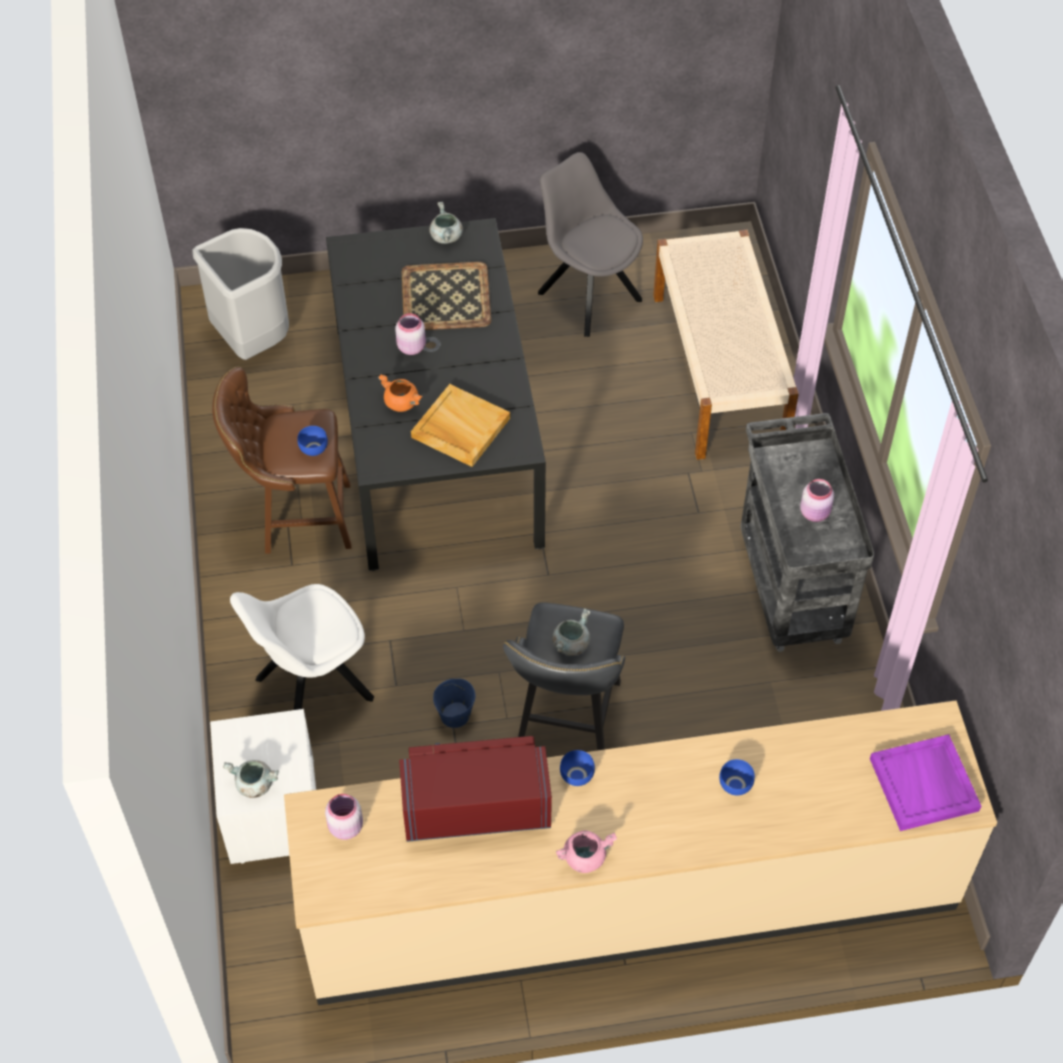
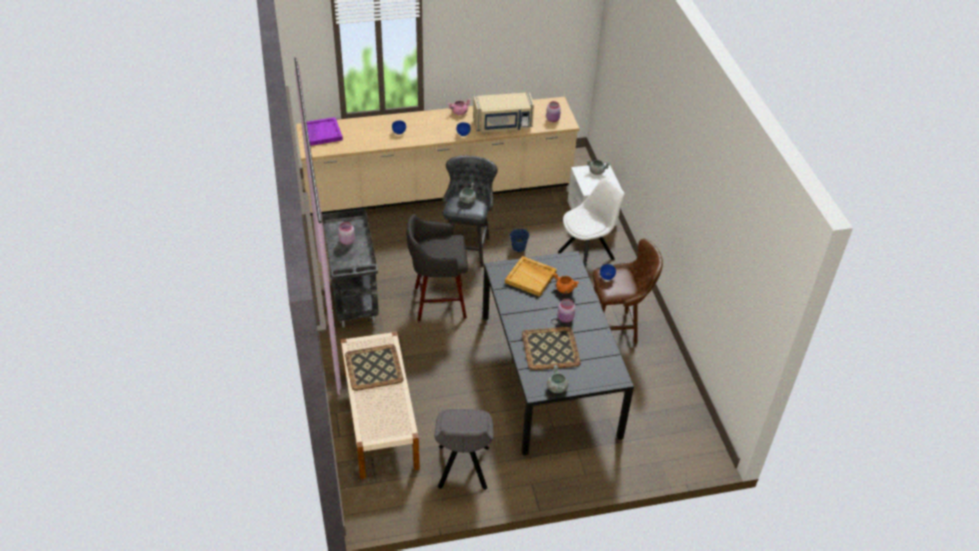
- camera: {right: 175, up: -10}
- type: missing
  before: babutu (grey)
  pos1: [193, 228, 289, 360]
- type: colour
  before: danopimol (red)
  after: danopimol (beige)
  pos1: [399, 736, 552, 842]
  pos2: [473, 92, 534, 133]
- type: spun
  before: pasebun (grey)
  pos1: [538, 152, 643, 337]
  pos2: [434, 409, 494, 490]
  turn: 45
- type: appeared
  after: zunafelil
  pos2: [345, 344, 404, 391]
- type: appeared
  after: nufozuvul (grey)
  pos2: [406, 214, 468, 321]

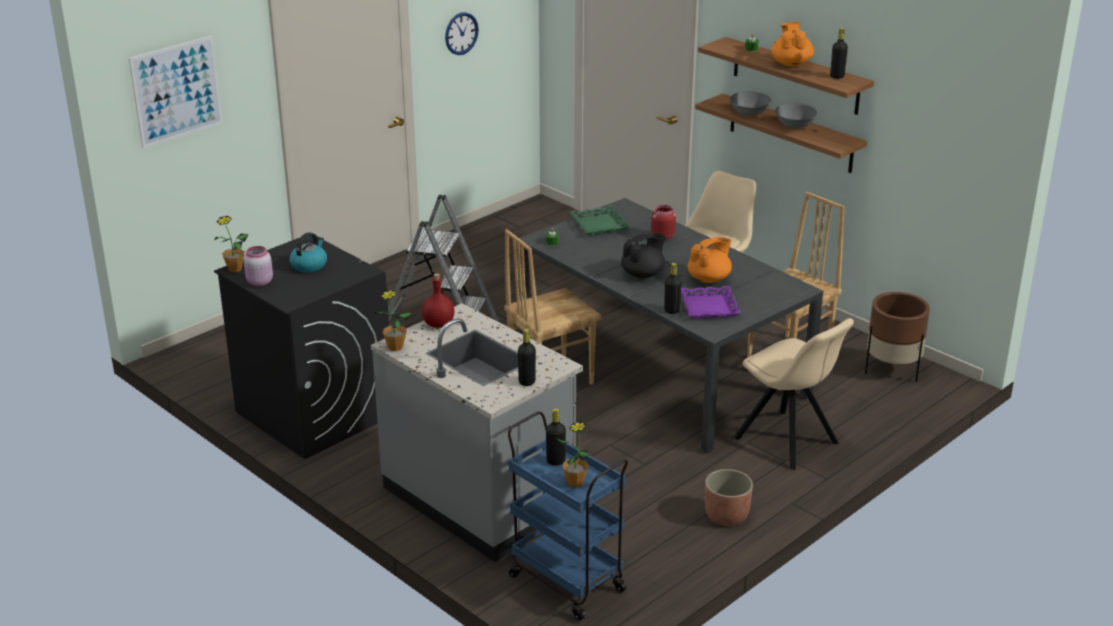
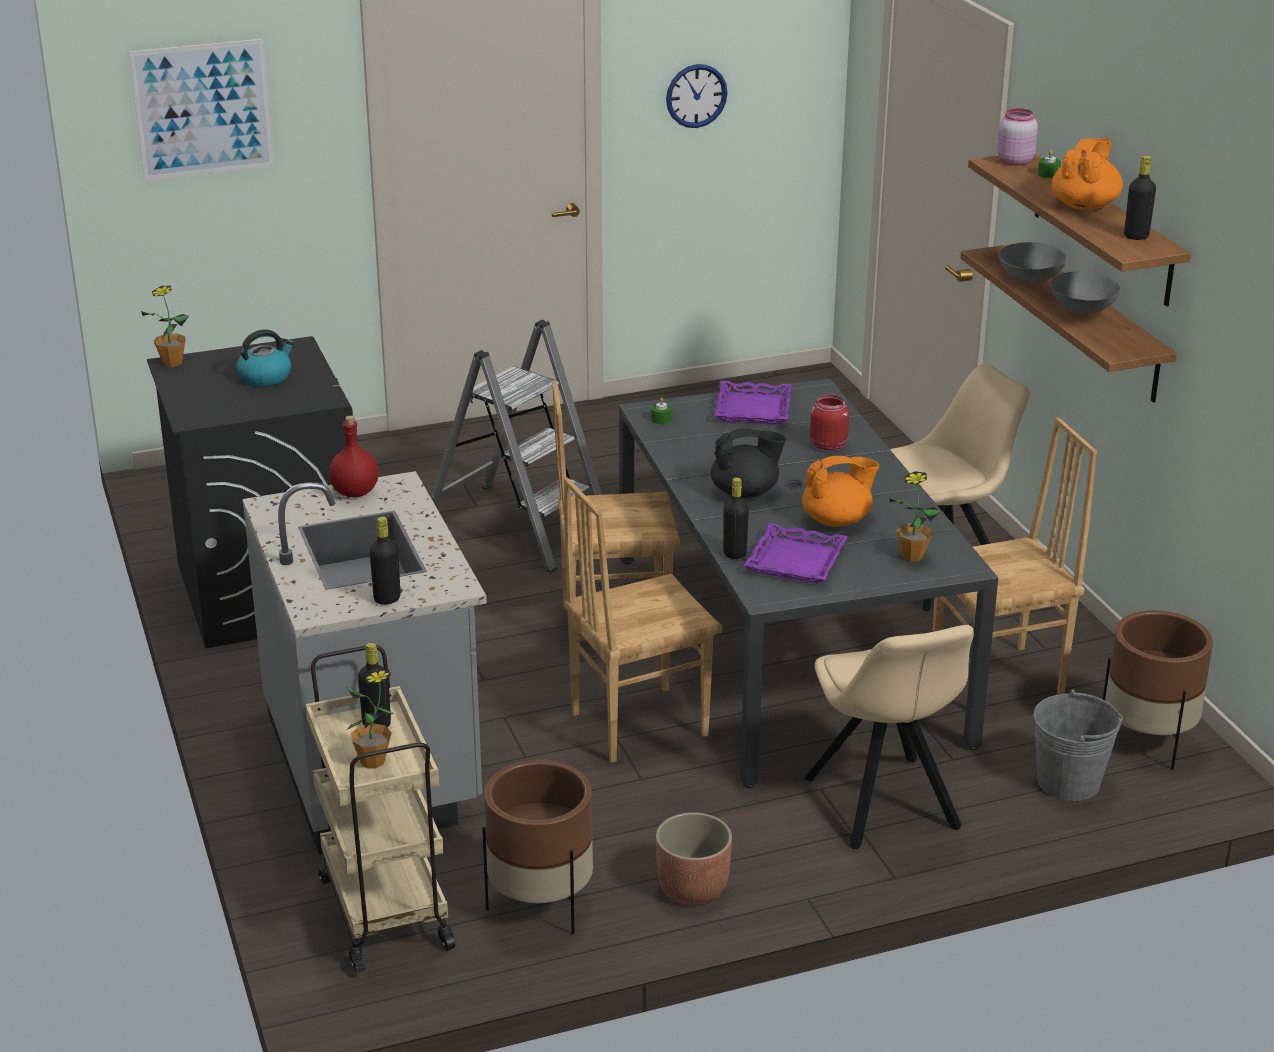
- camera: {right: 25, up: 0}
- type: relocated
  before: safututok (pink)
  pos1: [244, 246, 273, 286]
  pos2: [997, 108, 1038, 166]
- type: relocated
  before: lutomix
  pos1: [375, 290, 412, 351]
  pos2: [890, 471, 941, 561]
- type: colour
  before: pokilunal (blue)
  after: pokilunal (beige)
  pos1: [508, 412, 628, 621]
  pos2: [306, 645, 455, 973]
- type: colour
  before: zunafelil (green)
  after: zunafelil (purple)
  pos1: [570, 205, 630, 236]
  pos2: [714, 381, 792, 424]
- type: appeared
  after: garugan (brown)
  pos2: [482, 760, 593, 934]
- type: appeared
  after: pasebun (brown)
  pos2: [564, 477, 722, 763]
- type: appeared
  after: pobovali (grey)
  pos2: [1034, 689, 1123, 801]

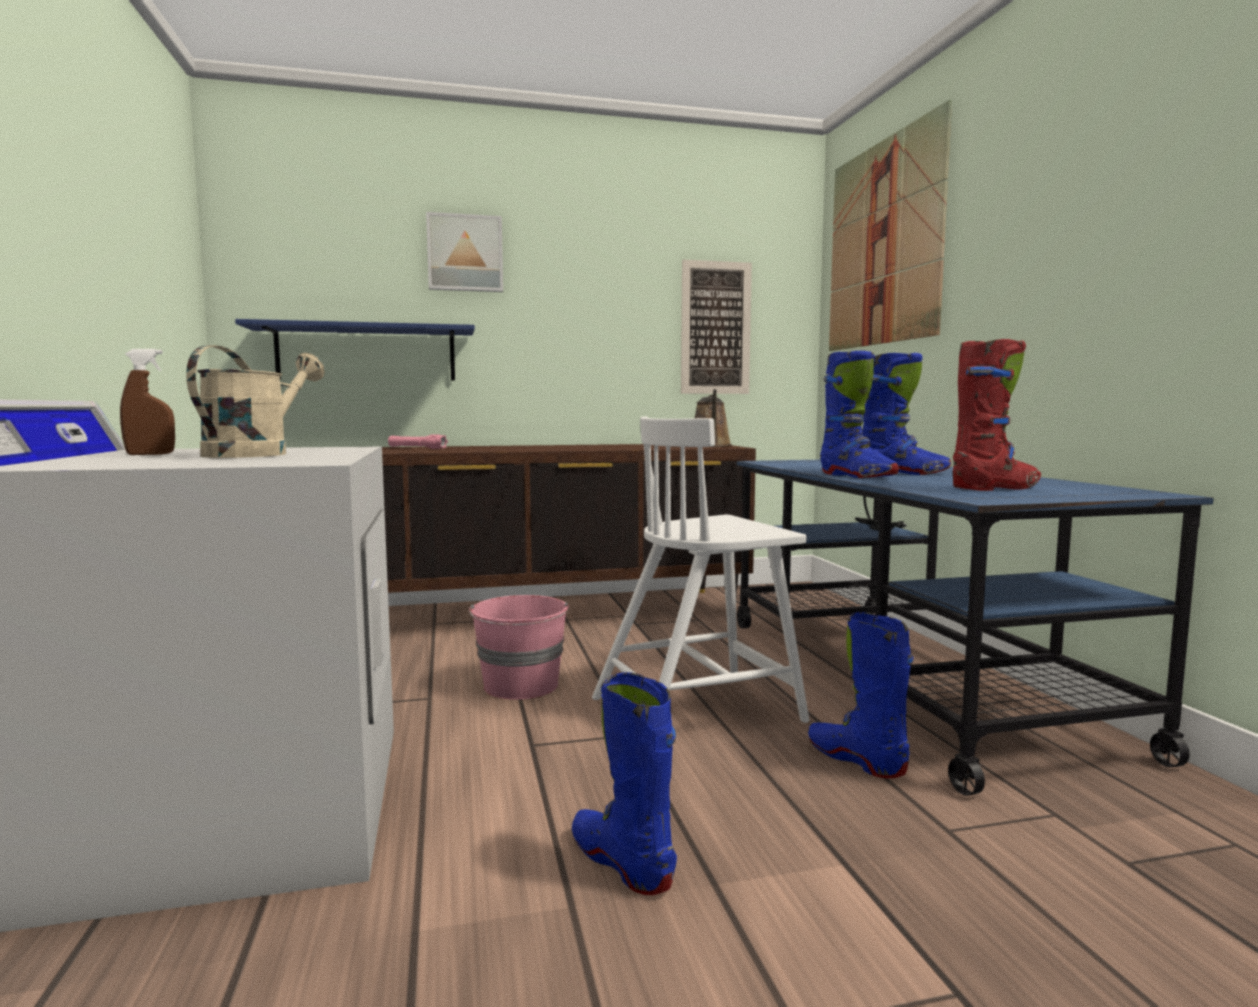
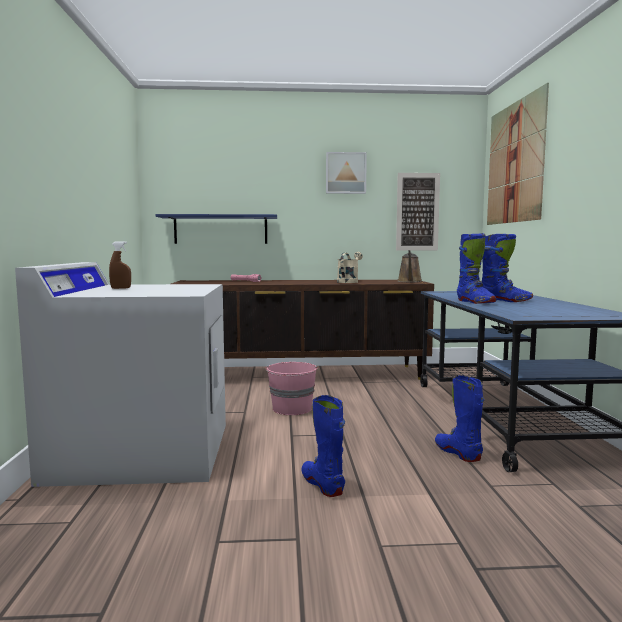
- camera: {right: 10, up: 0}
- type: relocated
  before: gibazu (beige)
  pos1: [186, 345, 325, 458]
  pos2: [337, 252, 363, 283]
- type: relocated
  before: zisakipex
  pos1: [426, 212, 503, 292]
  pos2: [326, 152, 367, 194]
- type: missing
  before: pasebun (white)
  pos1: [592, 416, 809, 723]
- type: missing
  before: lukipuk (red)
  pos1: [953, 339, 1041, 491]

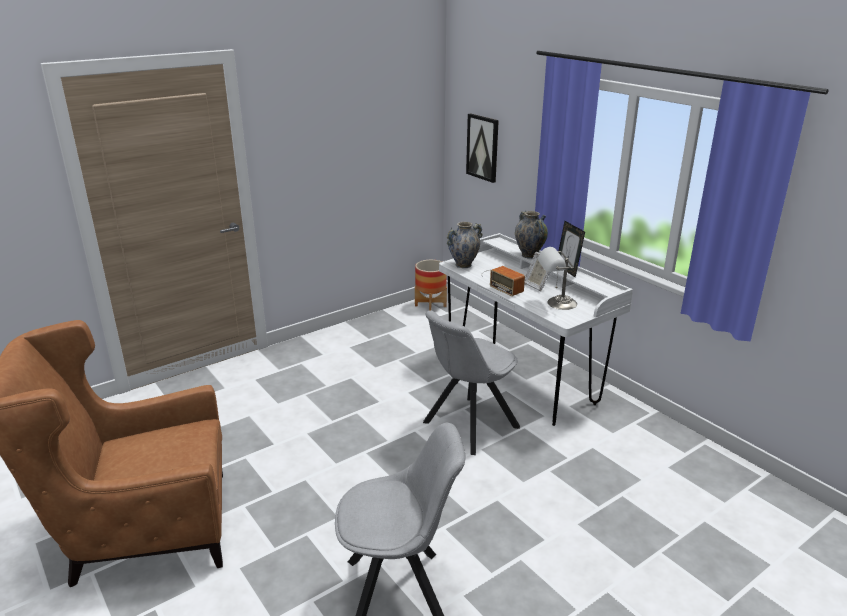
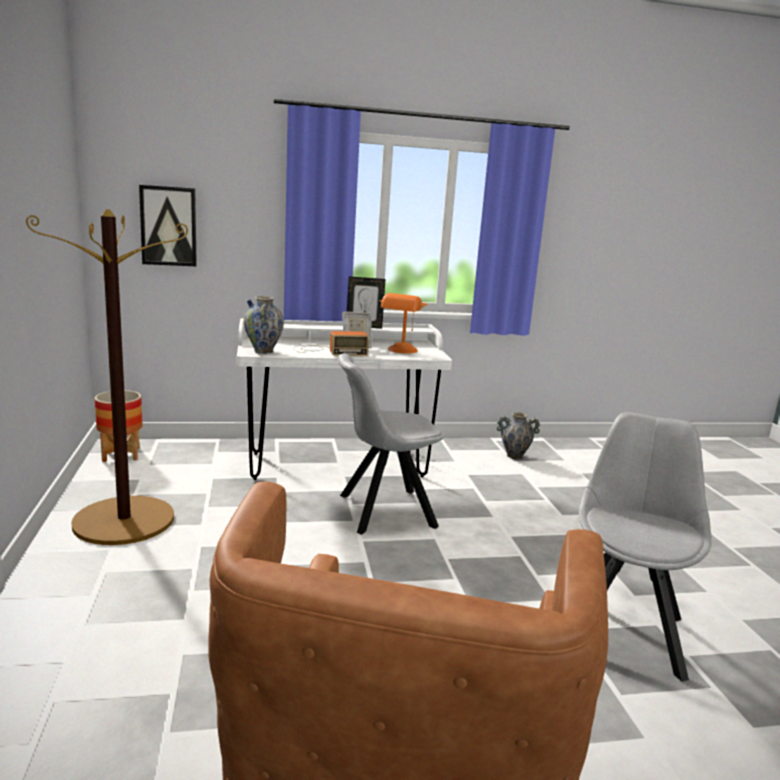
- camera: {right: -65, up: -10}
- type: spun
  before: pasebun (grey)
  pos1: [423, 310, 520, 455]
  pos2: [338, 353, 444, 535]
  turn: 90
- type: relocated
  before: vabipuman
  pos1: [515, 211, 548, 259]
  pos2: [497, 412, 540, 460]
- type: colour
  before: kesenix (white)
  after: kesenix (orange)
  pos1: [538, 247, 577, 310]
  pos2: [380, 293, 427, 354]
- type: appeared
  after: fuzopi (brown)
  pos2: [26, 209, 188, 545]

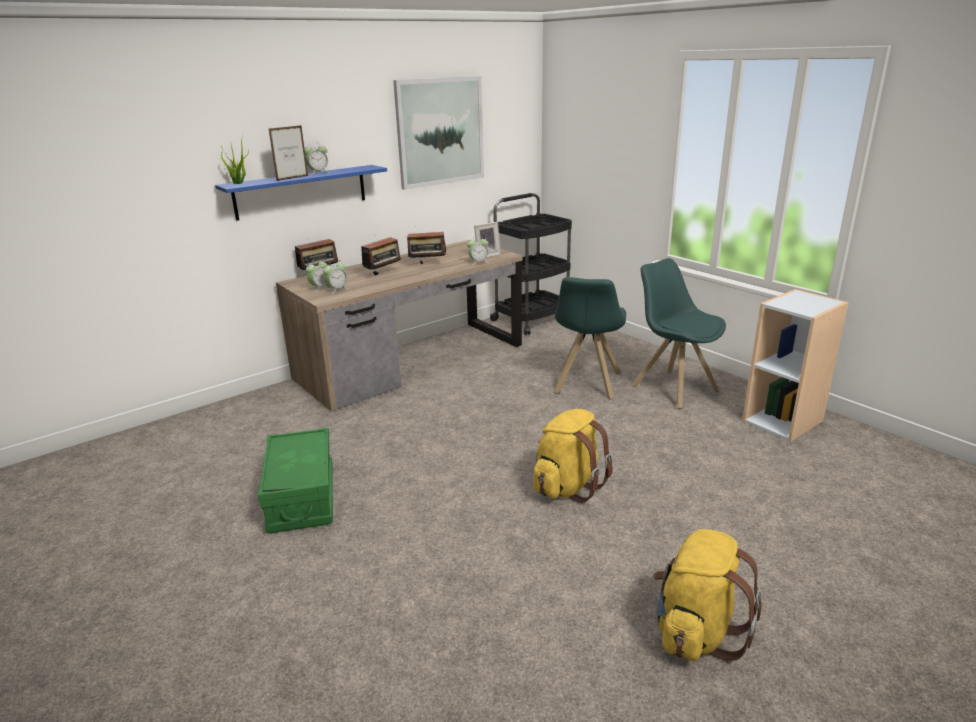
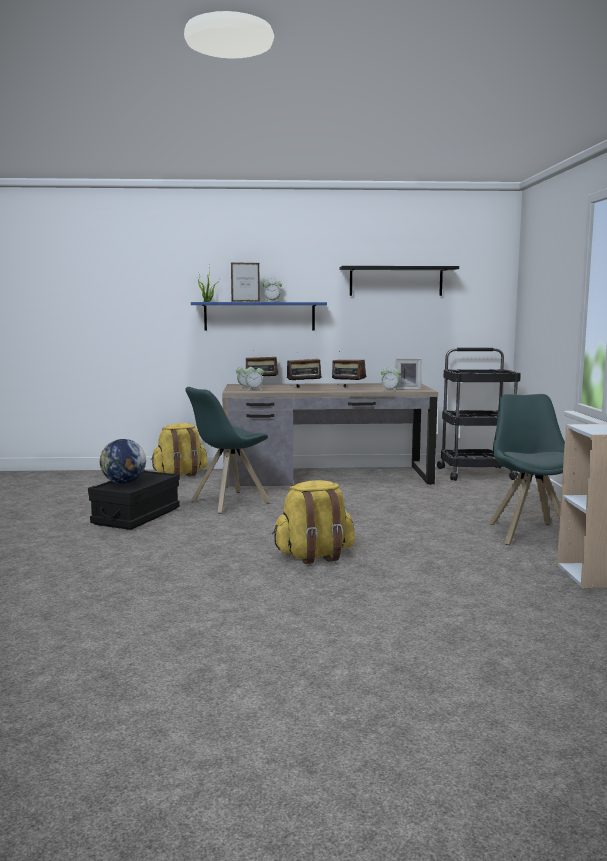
- camera: {right: 35, up: -15}
- type: colour
  before: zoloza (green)
  after: zoloza (black)
  pos1: [258, 428, 333, 533]
  pos2: [88, 470, 180, 530]
- type: exchanged
  before: zisakipex
  after: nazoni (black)
  pos1: [393, 76, 484, 190]
  pos2: [340, 266, 459, 296]
- type: relocated
  before: pasebun (turquoise)
  pos1: [554, 277, 626, 399]
  pos2: [185, 387, 271, 513]
- type: relocated
  before: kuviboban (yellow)
  pos1: [654, 529, 762, 661]
  pos2: [151, 423, 208, 476]
- type: appeared
  after: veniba
  pos2: [100, 439, 146, 484]

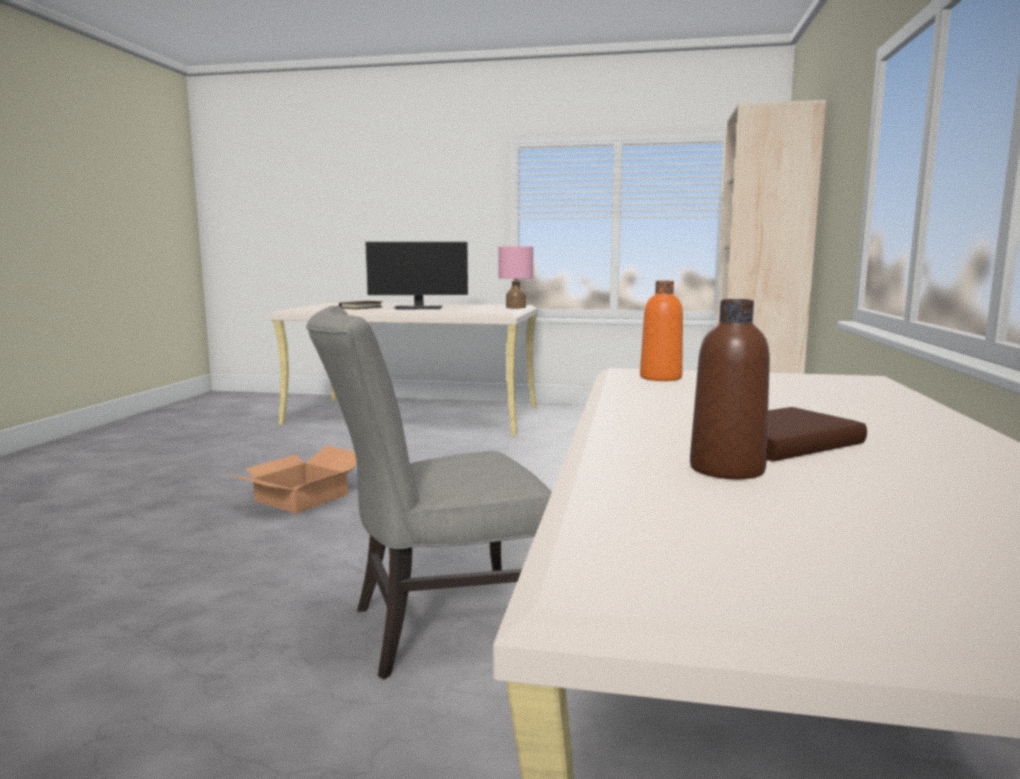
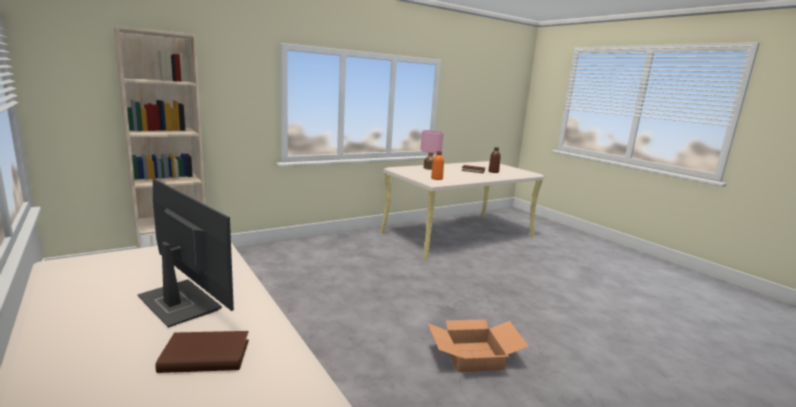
- camera: {right: -135, up: 5}
- type: missing
  before: pasebun (grey)
  pos1: [306, 306, 552, 679]
- type: relocated
  before: kesenix (pink)
  pos1: [498, 246, 533, 308]
  pos2: [421, 130, 444, 170]

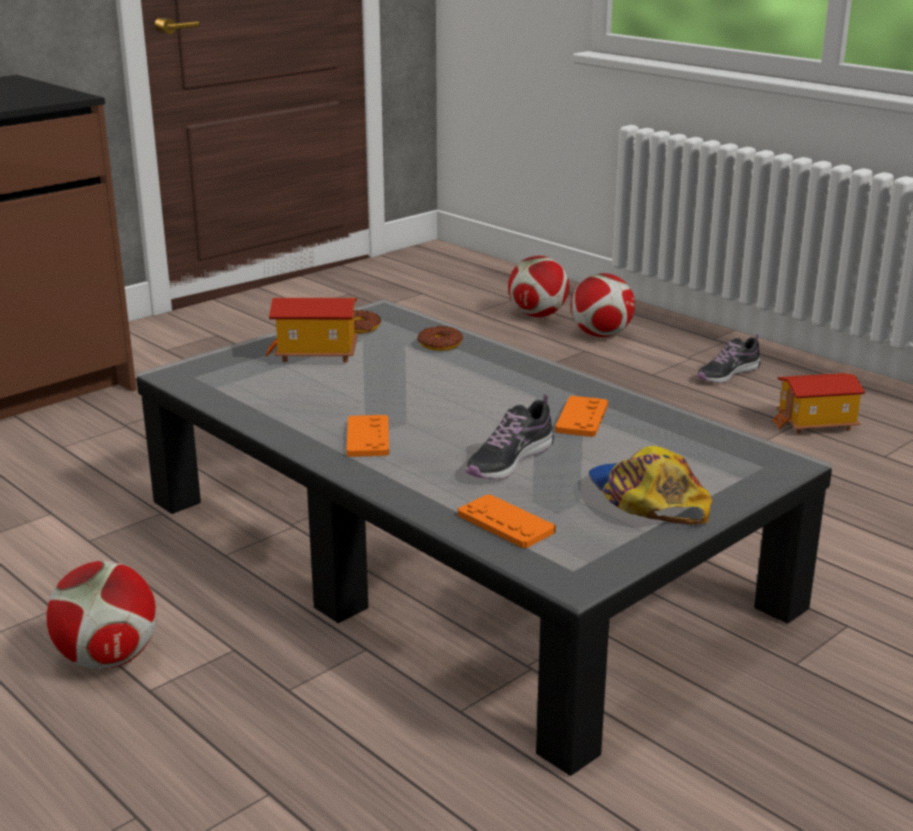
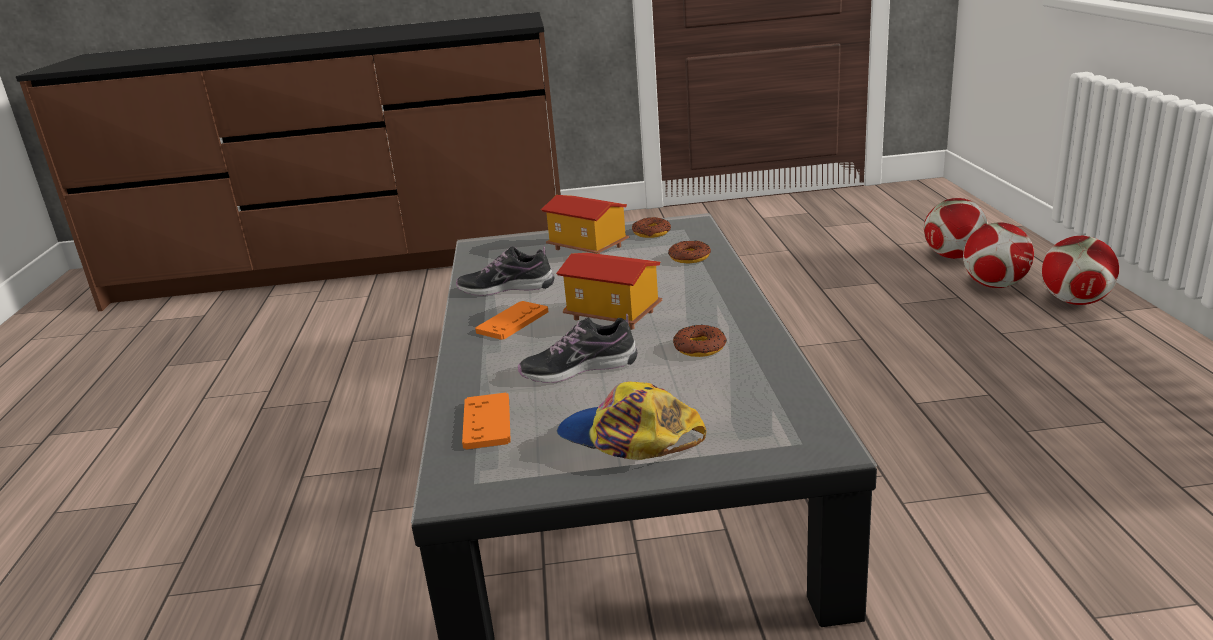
- camera: {right: 40, up: 0}
- type: relocated
  before: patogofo
  pos1: [47, 561, 157, 669]
  pos2: [1042, 236, 1119, 305]
- type: exchanged
  before: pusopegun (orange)
  after: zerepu
  pos1: [555, 396, 608, 437]
  pos2: [673, 325, 727, 357]
- type: spun
  before: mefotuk
  pos1: [588, 446, 712, 525]
  pos2: [557, 381, 706, 460]
  turn: -75
- type: relocated
  before: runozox
  pos1: [697, 334, 761, 383]
  pos2: [456, 246, 554, 296]
- type: relocated
  before: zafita
  pos1: [772, 373, 865, 434]
  pos2: [556, 253, 663, 330]

